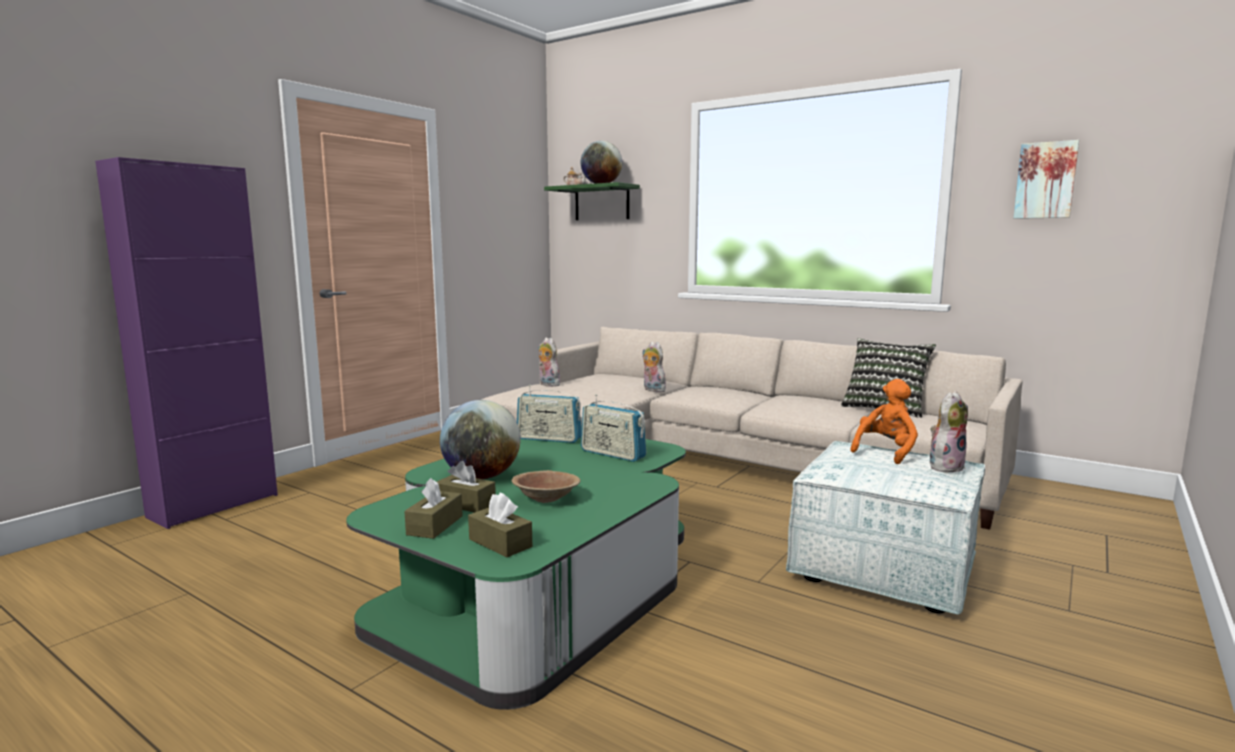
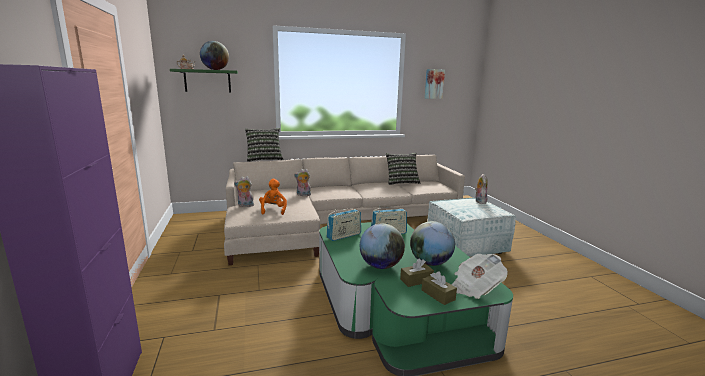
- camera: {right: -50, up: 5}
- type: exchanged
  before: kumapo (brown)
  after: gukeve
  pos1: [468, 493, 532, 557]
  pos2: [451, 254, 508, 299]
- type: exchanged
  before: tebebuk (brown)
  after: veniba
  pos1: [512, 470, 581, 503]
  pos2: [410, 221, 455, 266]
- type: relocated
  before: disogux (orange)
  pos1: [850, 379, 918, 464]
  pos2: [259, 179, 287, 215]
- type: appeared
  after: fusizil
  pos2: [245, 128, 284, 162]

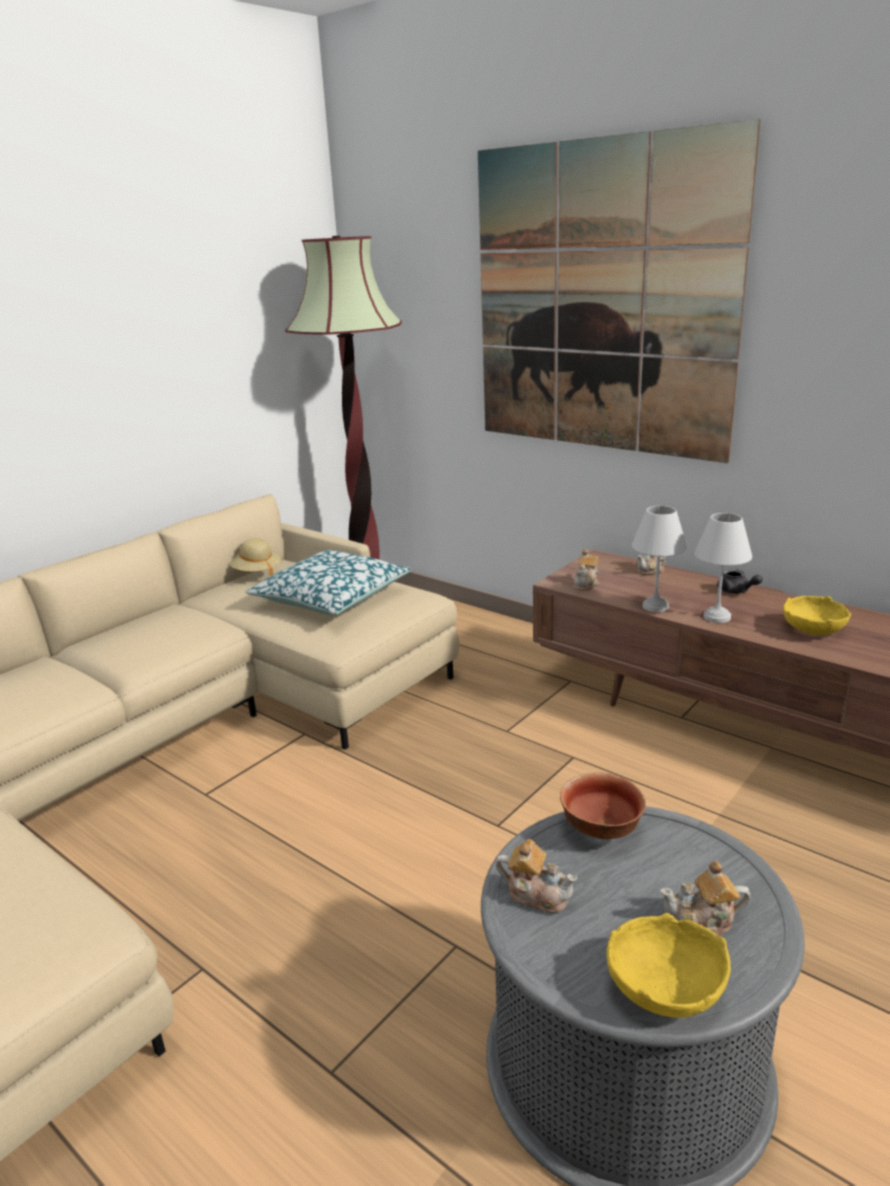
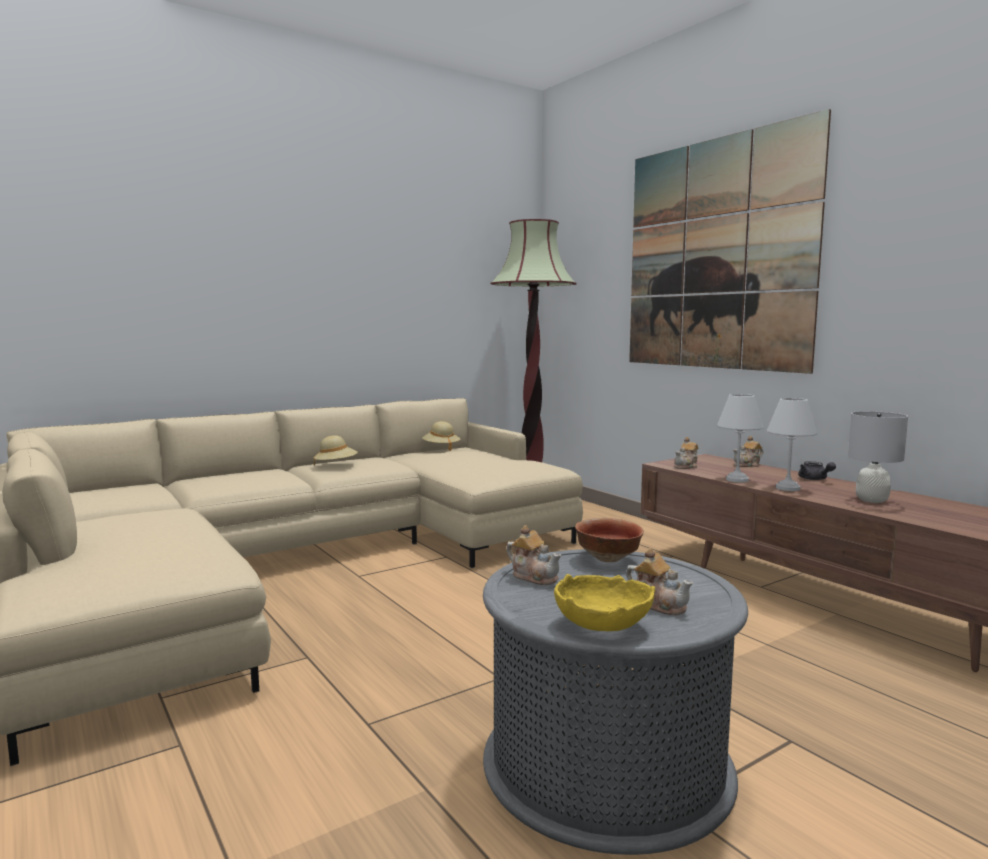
- camera: {right: 15, up: -15}
- type: missing
  before: fusizil
  pos1: [245, 550, 411, 615]
- type: spun
  before: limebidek
  pos1: [660, 861, 751, 937]
  pos2: [626, 548, 693, 615]
  turn: -150
- type: exchanged
  before: tebebuk (yellow)
  after: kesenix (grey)
  pos1: [783, 596, 851, 635]
  pos2: [848, 411, 908, 503]
- type: appeared
  after: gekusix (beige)
  pos2: [314, 435, 358, 466]

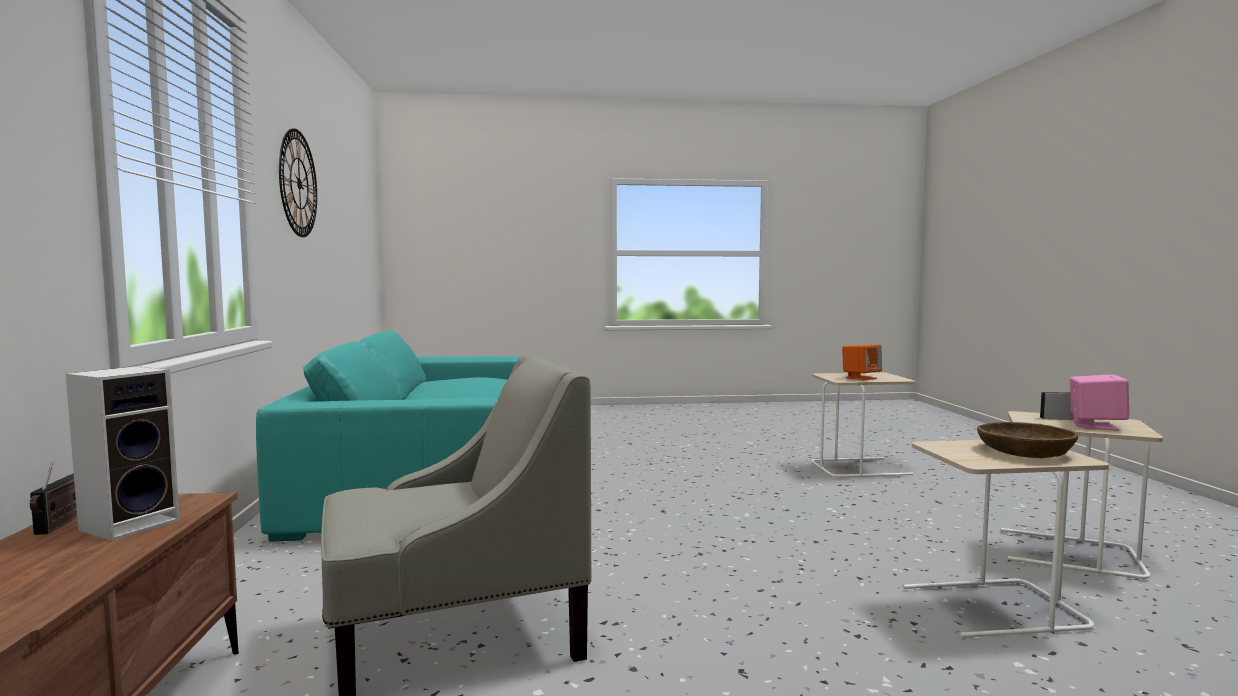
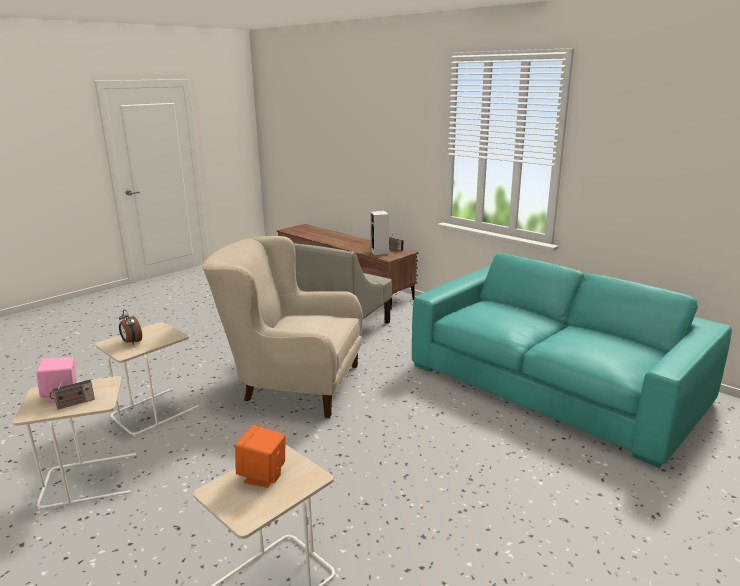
- camera: {right: 140, up: 15}
- type: missing
  before: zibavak
  pos1: [279, 128, 317, 237]
- type: exchanged
  before: tebebuk (brown)
  after: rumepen
  pos1: [977, 422, 1078, 458]
  pos2: [119, 310, 142, 345]
- type: appeared
  after: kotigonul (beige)
  pos2: [202, 236, 363, 418]

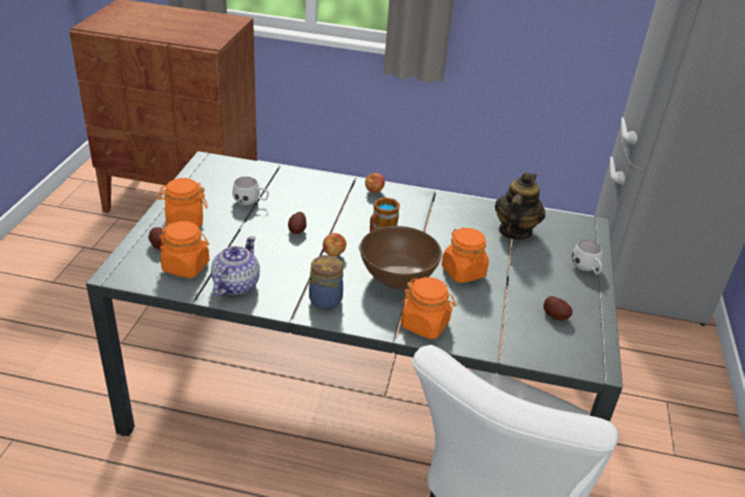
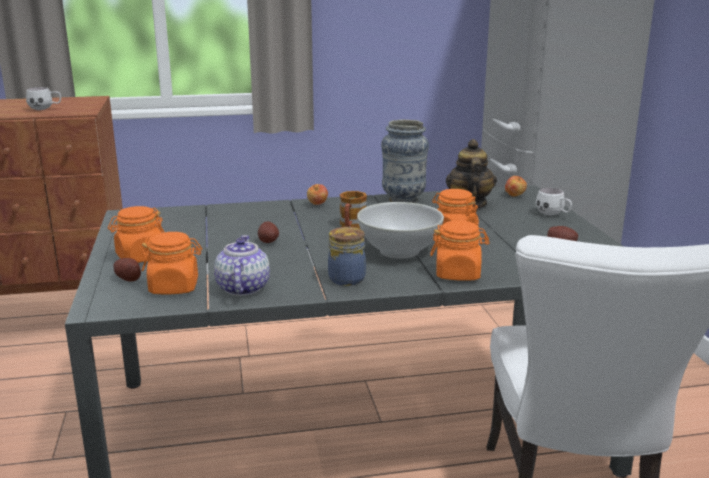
- camera: {right: -20, up: -15}
- type: relocated
  before: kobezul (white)
  pos1: [232, 177, 269, 205]
  pos2: [26, 87, 61, 110]
- type: relocated
  before: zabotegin
  pos1: [323, 233, 346, 256]
  pos2: [505, 176, 527, 197]
- type: colour
  before: tebebuk (brown)
  after: tebebuk (white)
  pos1: [360, 226, 442, 289]
  pos2: [357, 202, 444, 259]
- type: appeared
  after: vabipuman
  pos2: [381, 120, 429, 203]

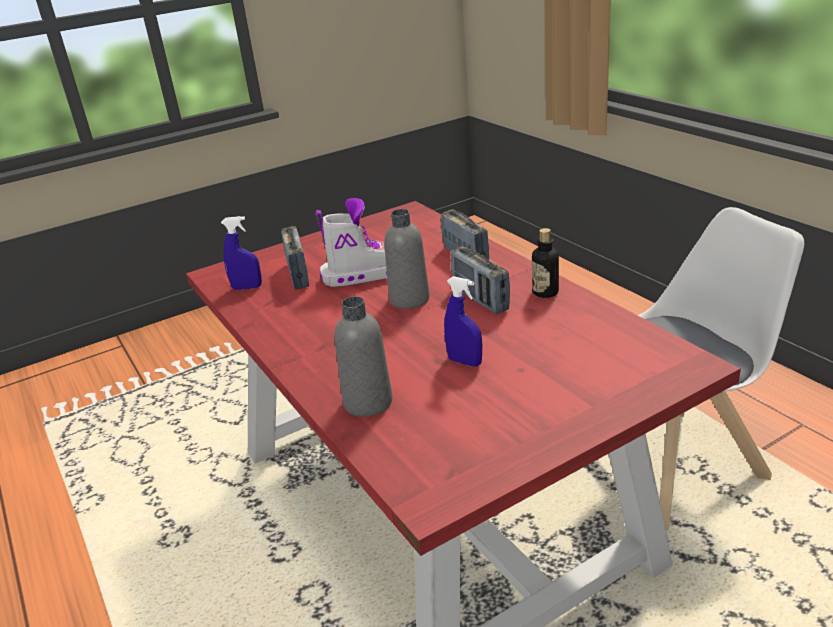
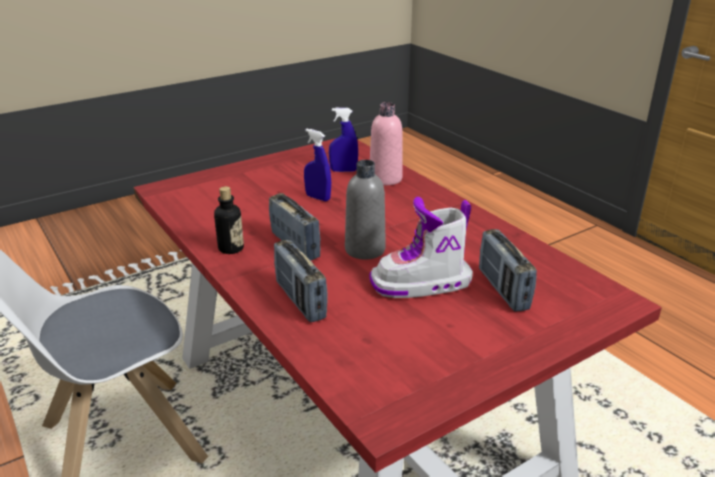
- camera: {right: 175, up: 0}
- type: relocated
  before: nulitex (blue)
  pos1: [221, 216, 262, 290]
  pos2: [329, 108, 358, 172]
- type: colour
  before: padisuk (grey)
  after: padisuk (pink)
  pos1: [334, 296, 392, 417]
  pos2: [370, 102, 403, 185]

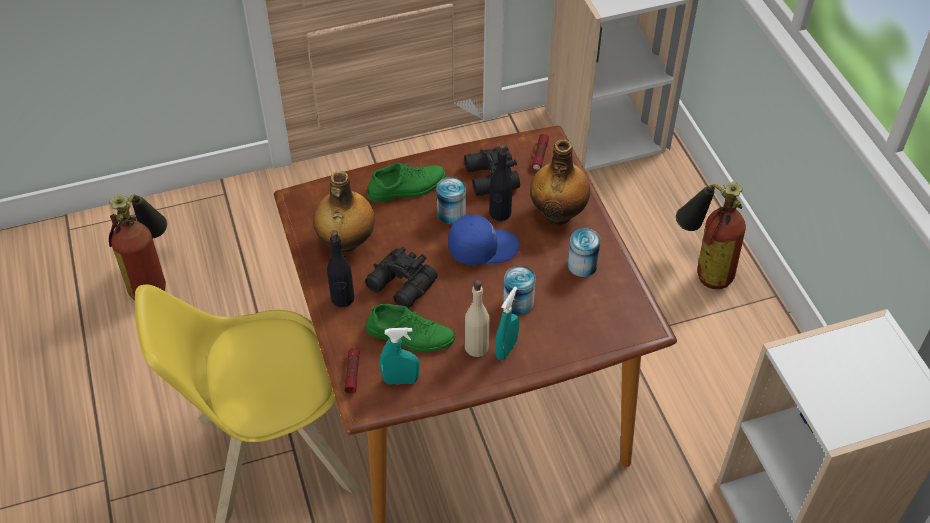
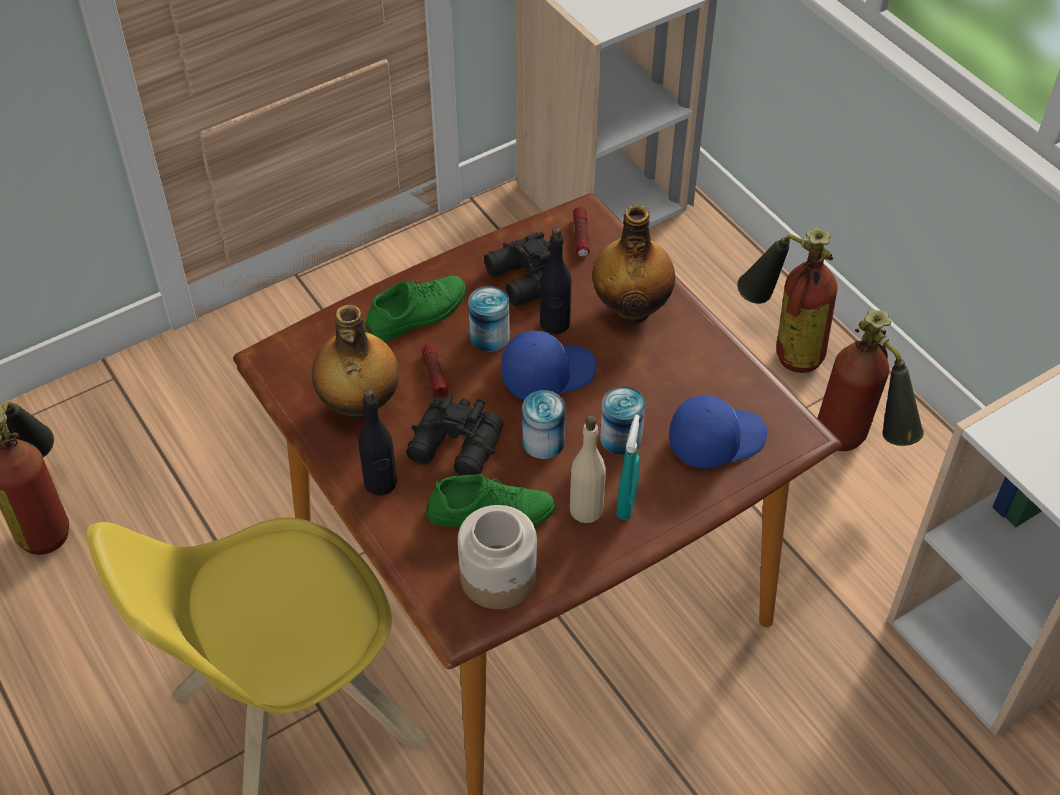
- camera: {right: -15, up: 0}
- type: relocated
  before: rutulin
  pos1: [344, 348, 360, 394]
  pos2: [421, 344, 448, 398]
- type: exchanged
  before: nulitex (turquoise)
  after: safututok
  pos1: [380, 327, 419, 384]
  pos2: [458, 505, 537, 609]
- type: relocated
  before: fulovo
  pos1: [568, 228, 601, 277]
  pos2: [522, 390, 566, 459]
- type: appeared
  after: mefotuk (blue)
  pos2: [669, 395, 767, 468]
- type: appeared
  after: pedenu
  pos2: [818, 309, 924, 451]

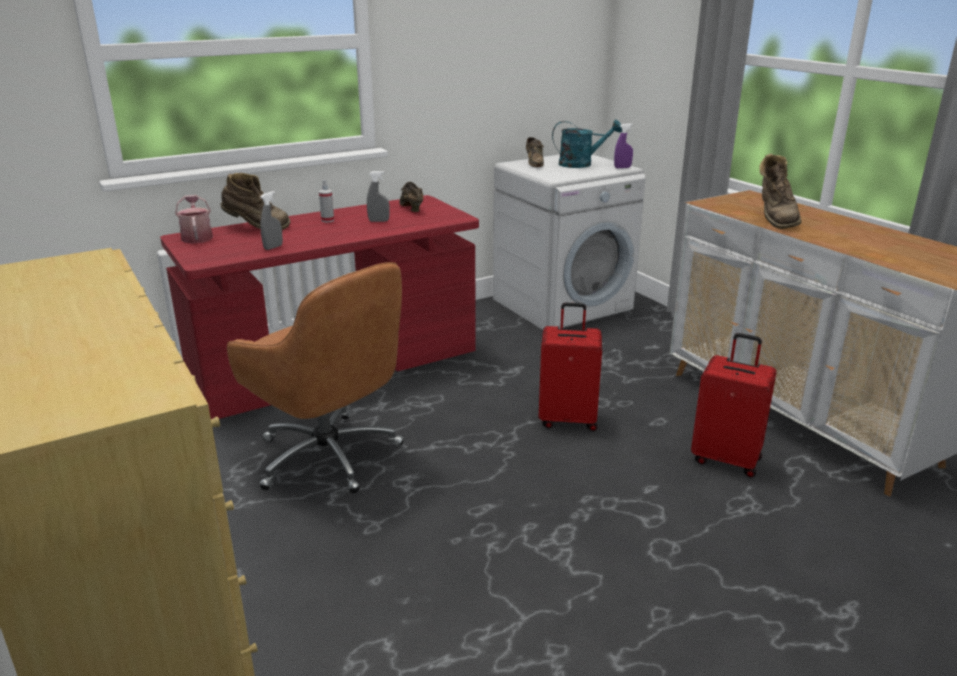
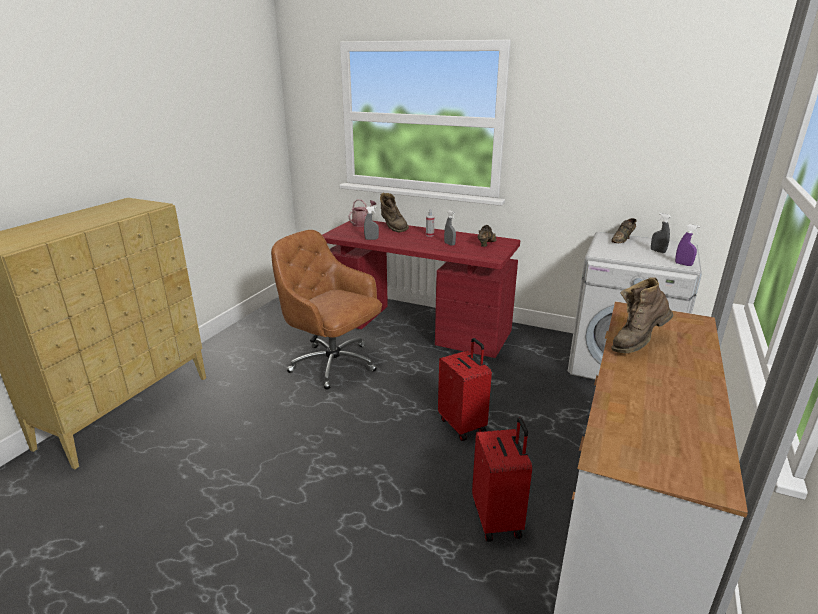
- camera: {right: 55, up: 0}
- type: spun
  before: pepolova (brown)
  pos1: [227, 262, 403, 493]
  pos2: [271, 230, 382, 390]
  turn: 120
- type: exchanged
  before: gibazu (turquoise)
  after: nulitex (grey)
  pos1: [552, 120, 622, 168]
  pos2: [651, 213, 671, 253]

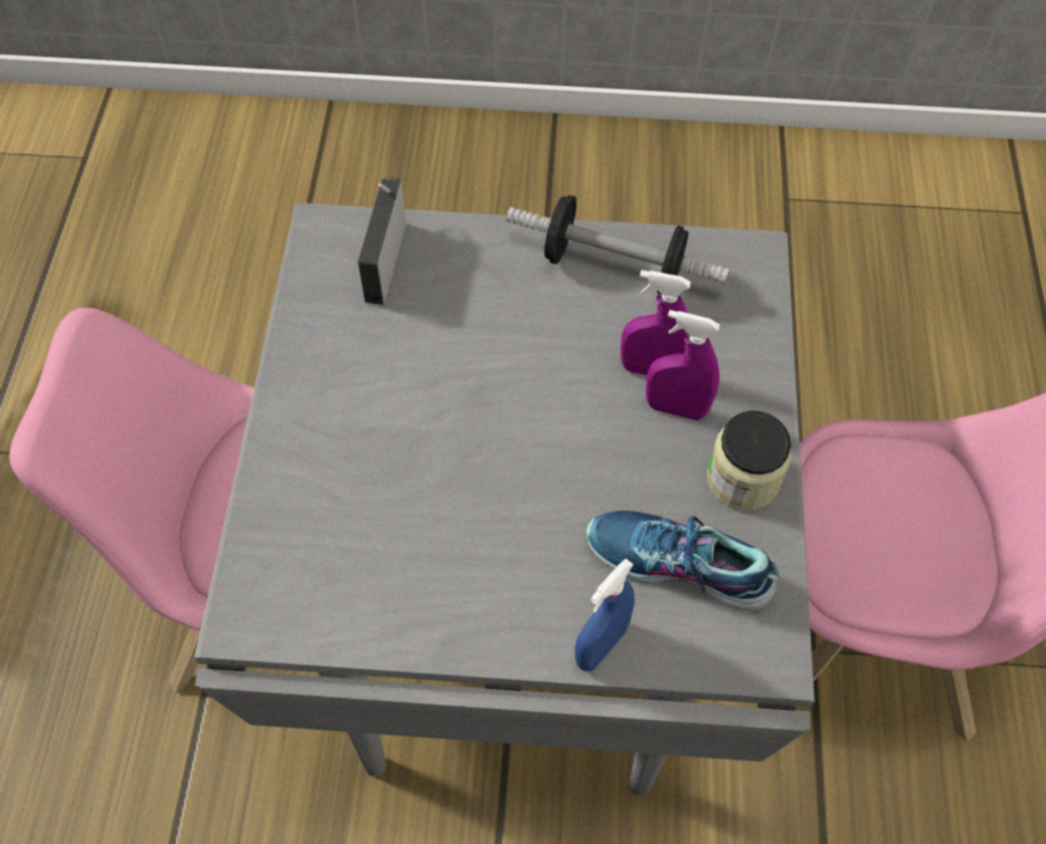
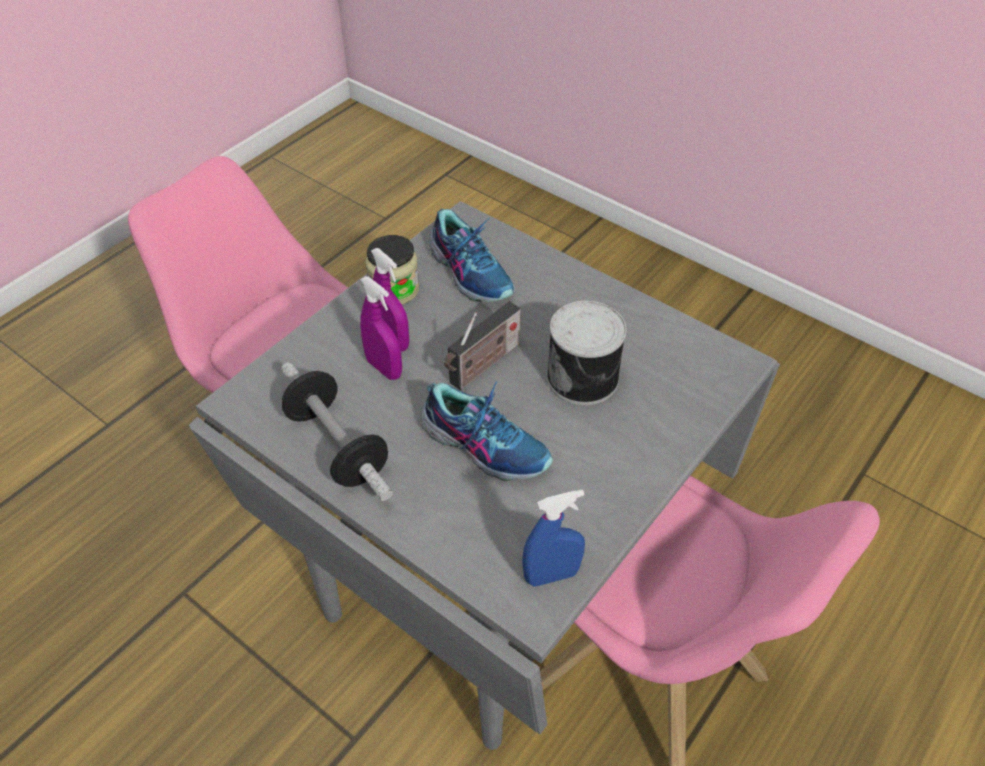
- camera: {right: -145, up: -10}
- type: relocated
  before: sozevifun
  pos1: [358, 177, 406, 305]
  pos2: [444, 301, 521, 391]
- type: relocated
  before: nulitex (blue)
  pos1: [575, 558, 635, 671]
  pos2: [522, 489, 585, 587]
- type: appeared
  after: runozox
  pos2: [421, 382, 553, 481]
- type: appeared
  after: fulovo
  pos2: [547, 300, 627, 405]

